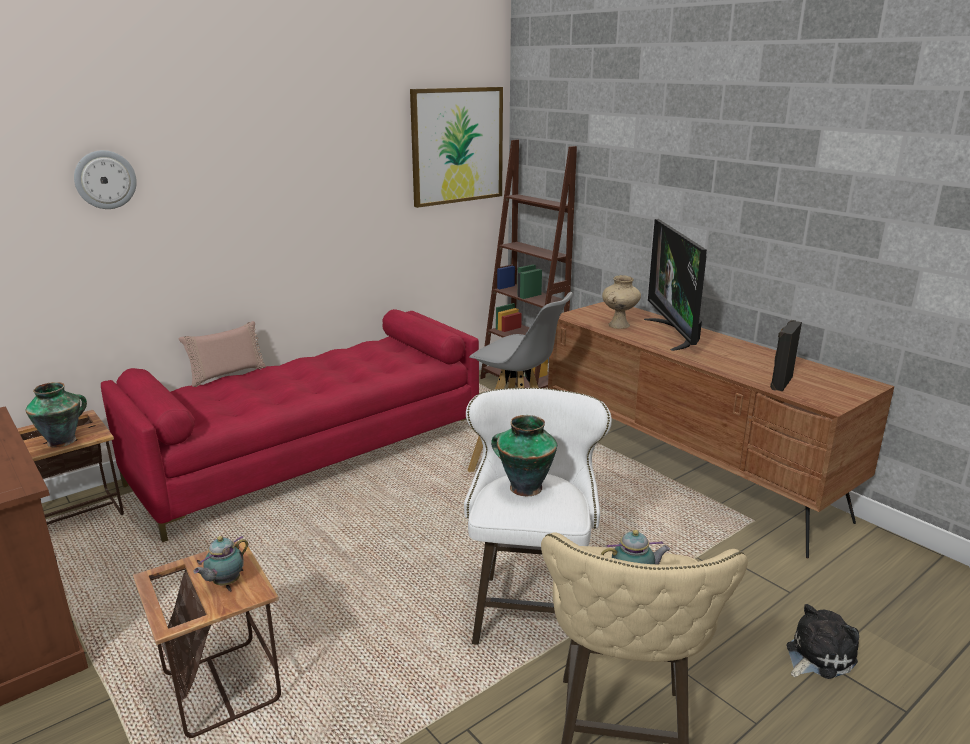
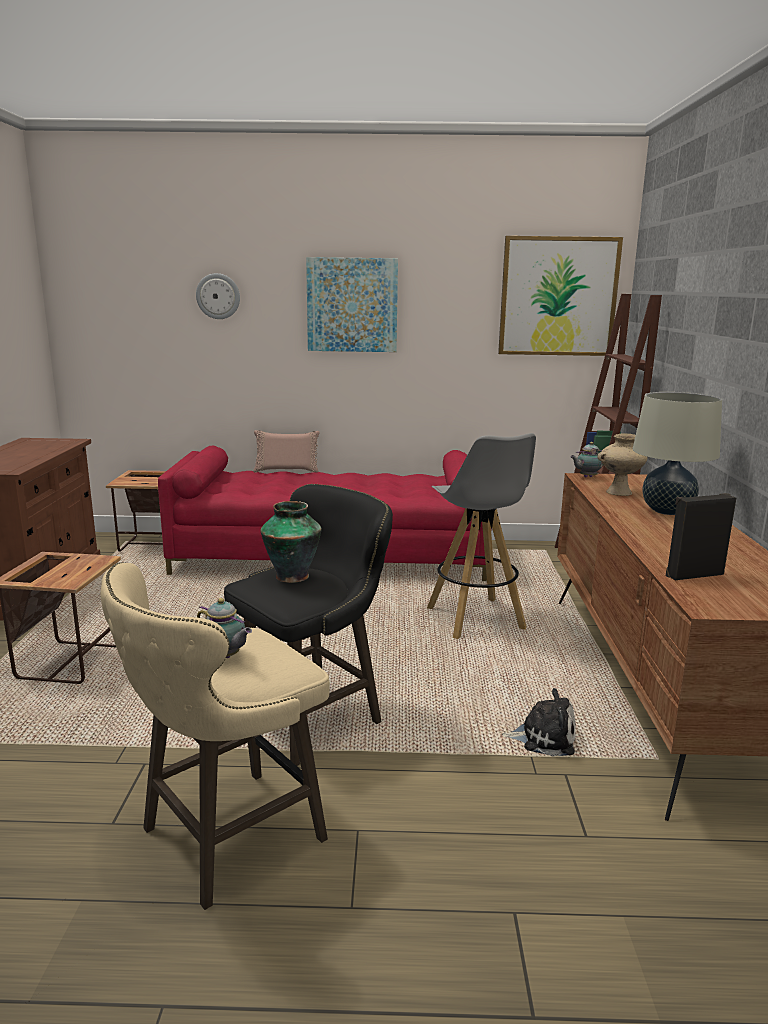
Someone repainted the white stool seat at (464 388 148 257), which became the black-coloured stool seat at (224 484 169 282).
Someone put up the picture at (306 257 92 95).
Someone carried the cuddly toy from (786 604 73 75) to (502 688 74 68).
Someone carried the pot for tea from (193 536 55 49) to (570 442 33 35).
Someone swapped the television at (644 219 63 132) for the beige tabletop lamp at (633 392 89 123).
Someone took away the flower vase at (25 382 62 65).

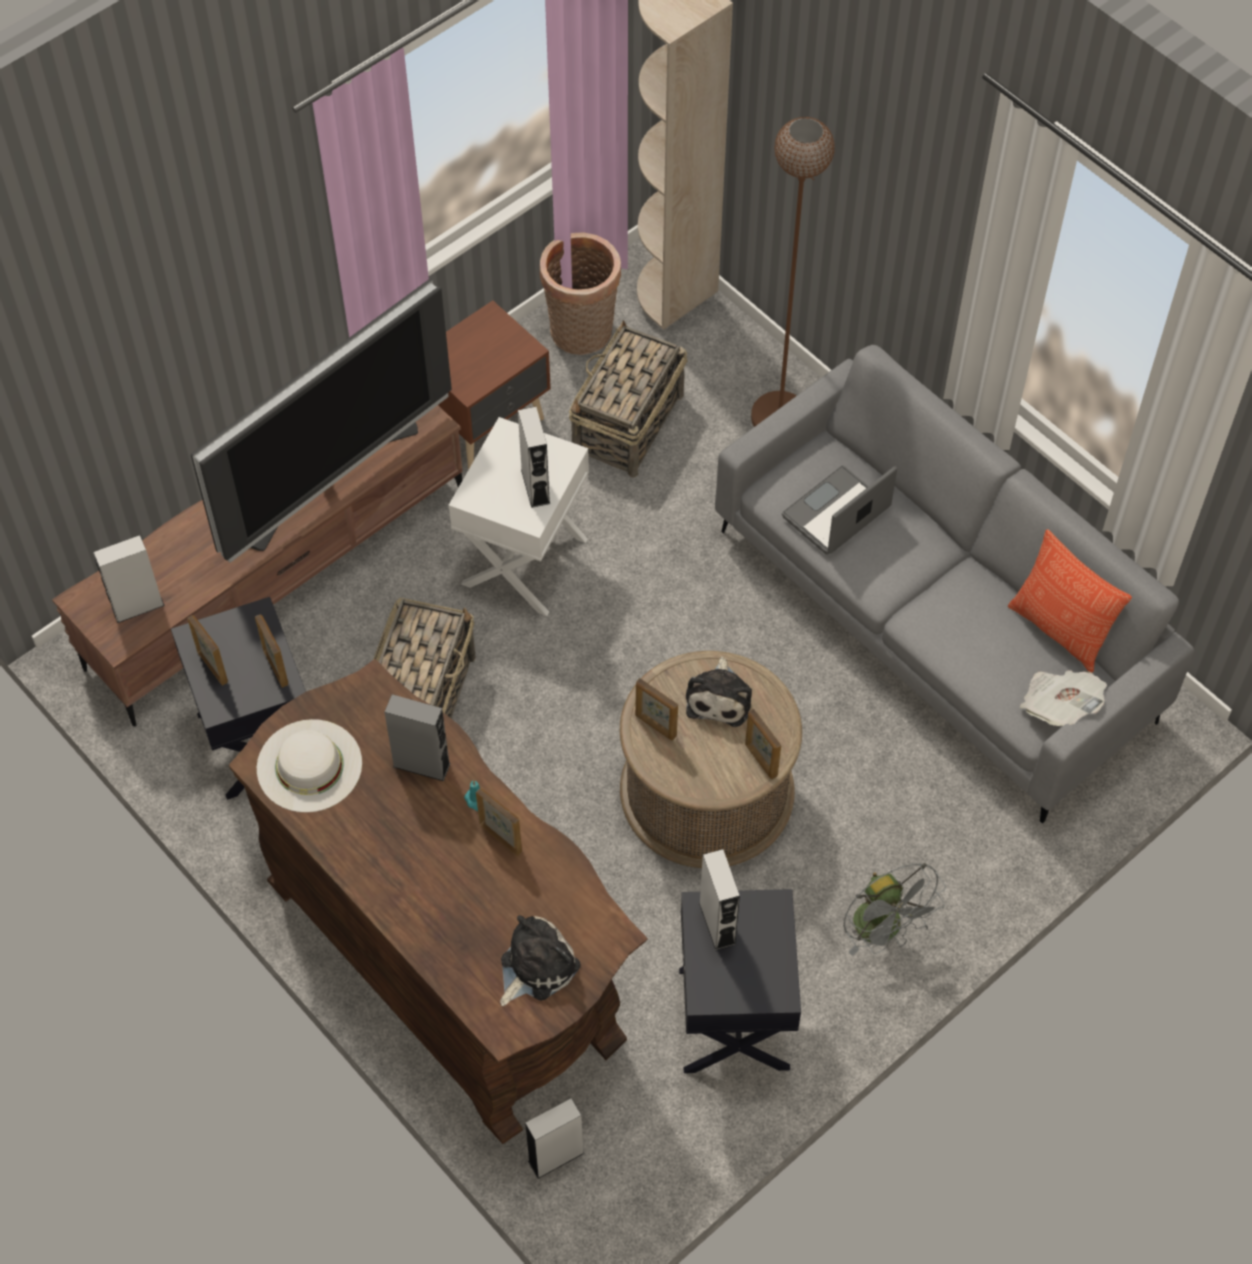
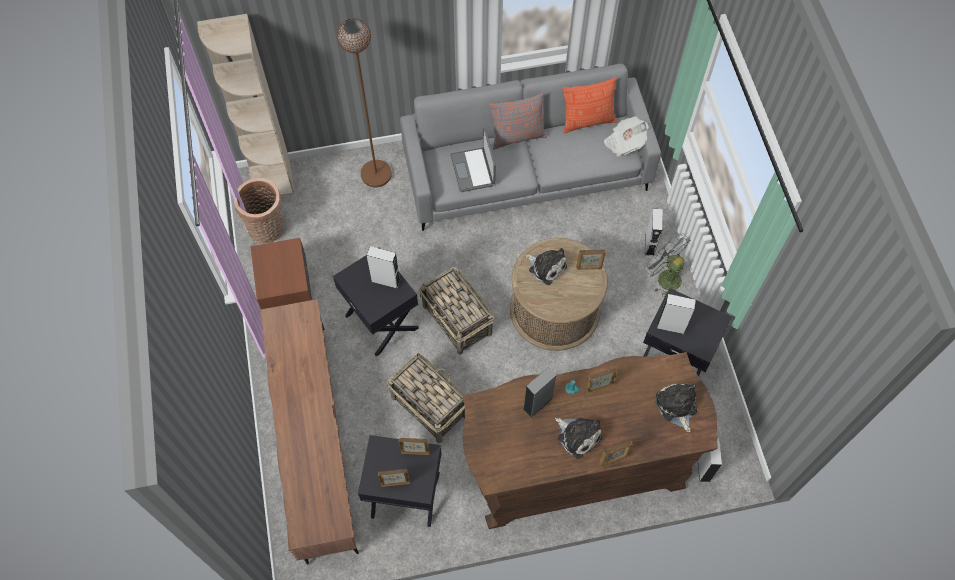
Someone repainted the white end table at (448 417 141 199), which became the black-coloured end table at (333 247 86 109).
Someone carried the basket from (569 320 118 158) to (419 267 75 88).
Someone put down the gray pillow at (489 93 58 57).
Someone put down the cuddly toy at (555 417 47 42).
Someone carried the photo frame from (635 678 43 63) to (599 441 33 26).
Someone rotated the gray cooling fan at (843 863 103 93) by 135 degrees counterclockwise.
Someone carried the gray speaker from (93 535 72 88) to (645 208 18 48).
Someone took away the television at (191 279 261 284).
Someone took away the white hat at (257 719 105 93).

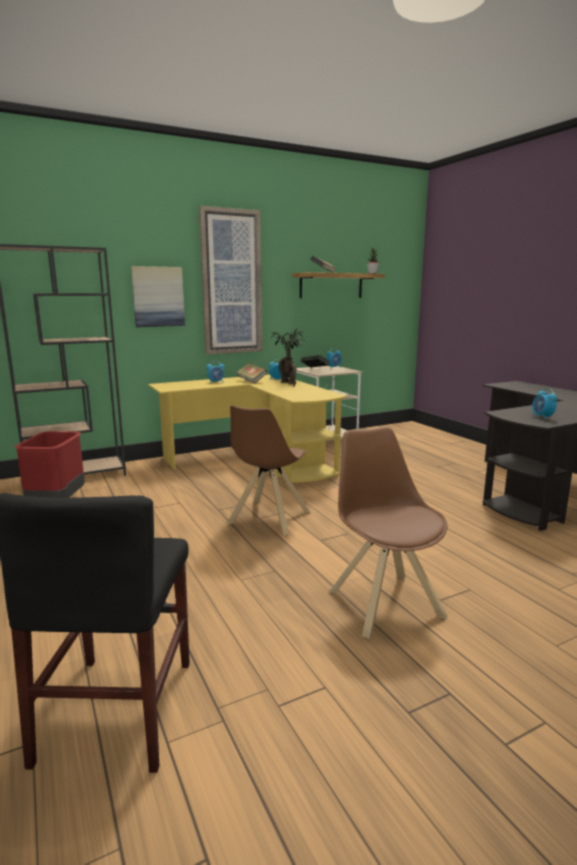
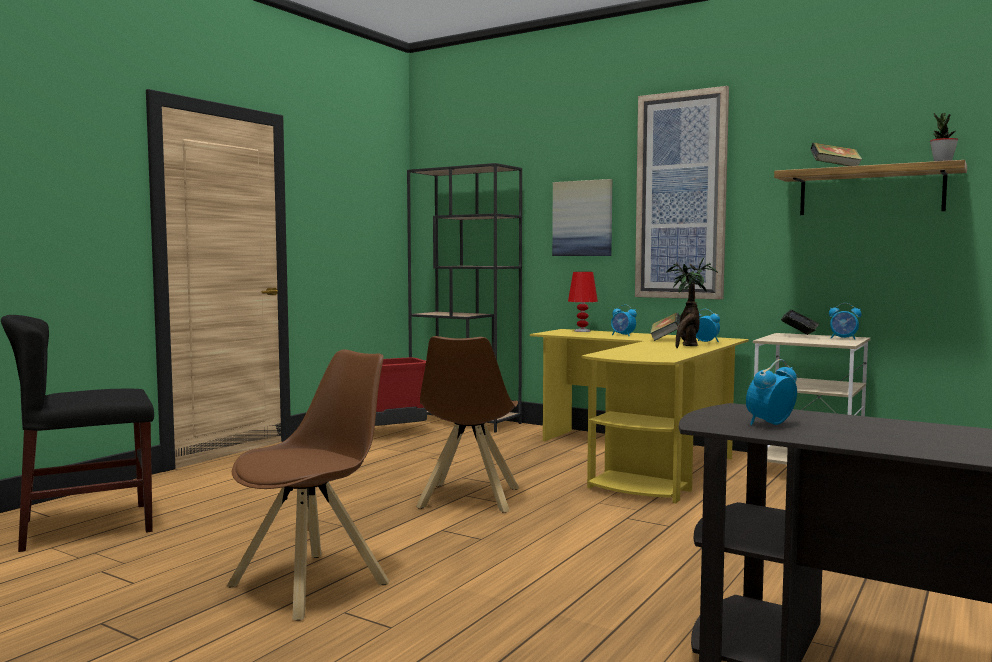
Someone rotated the brownish plain chair at (227 405 84 131) by 75 degrees counterclockwise.
Someone put down the reddish tabletop lamp at (568 272 30 60).

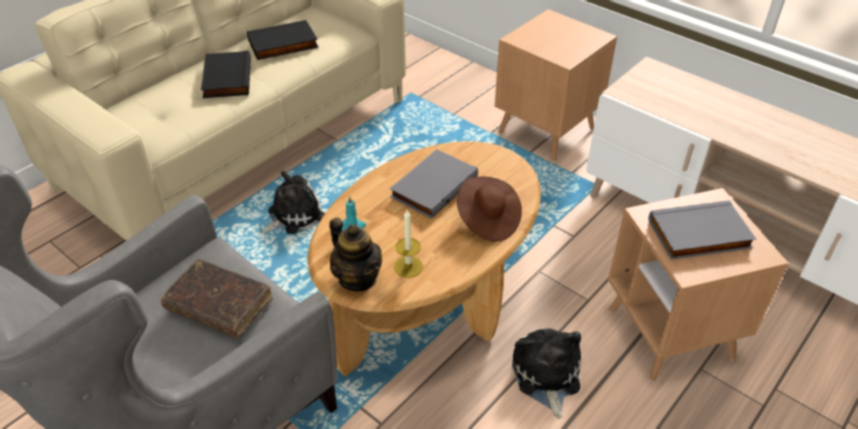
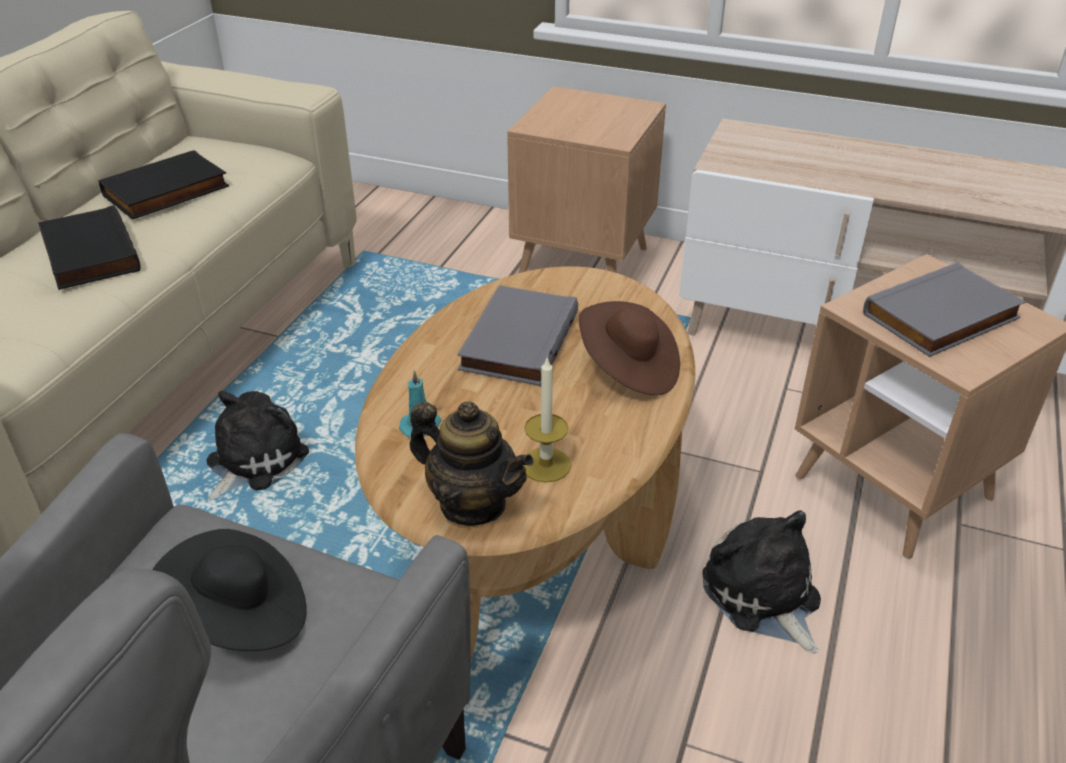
Someone swapped the brownish book at (161 259 112 79) for the black-coloured hat at (153 529 154 122).

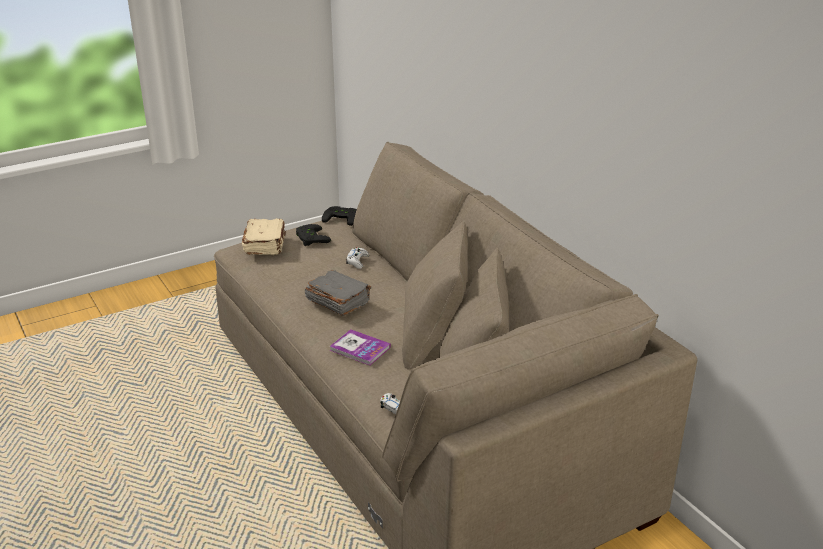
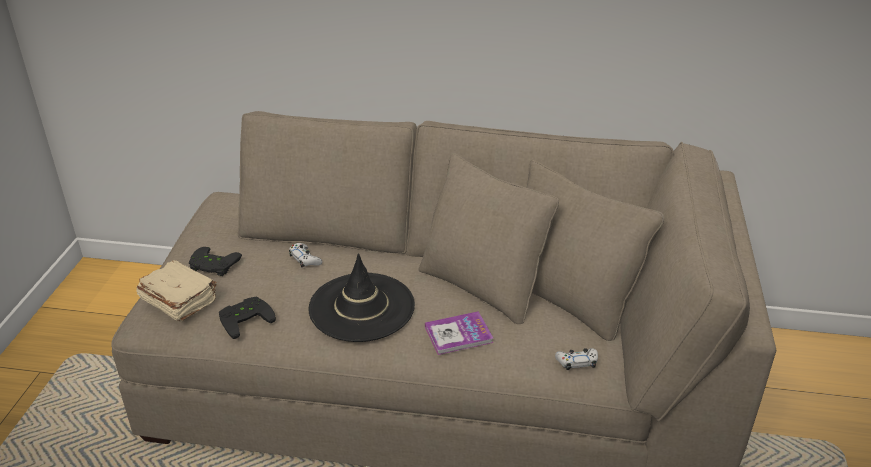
Someone carried the black-coloured joypad from (322 206 35 20) to (219 297 57 42).
Someone swapped the gray book at (305 270 66 46) for the black-coloured hat at (308 253 107 89).

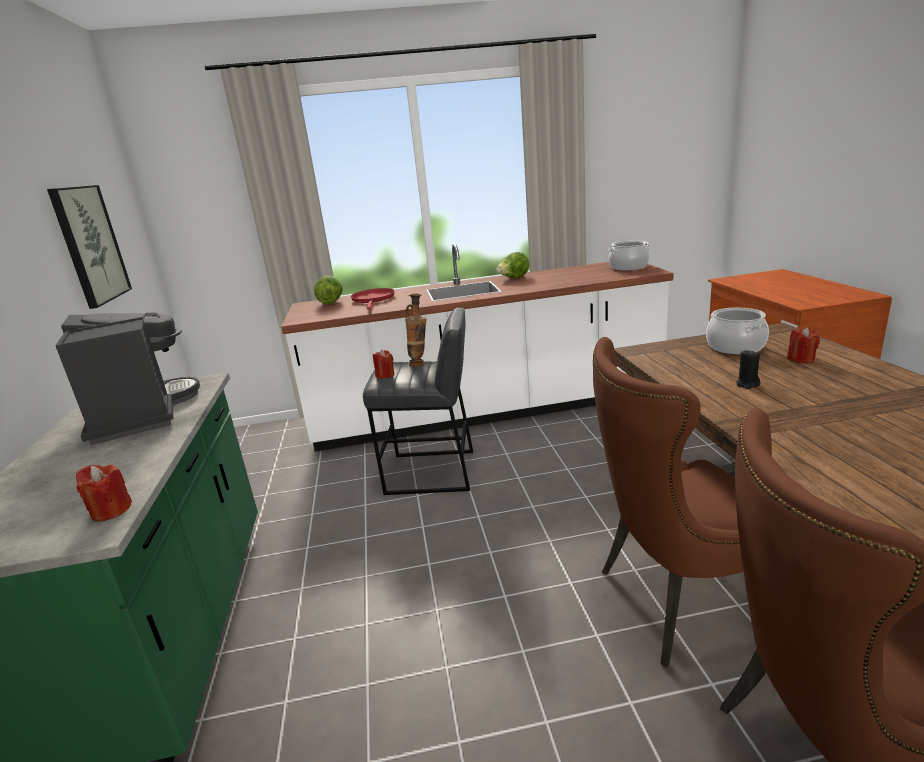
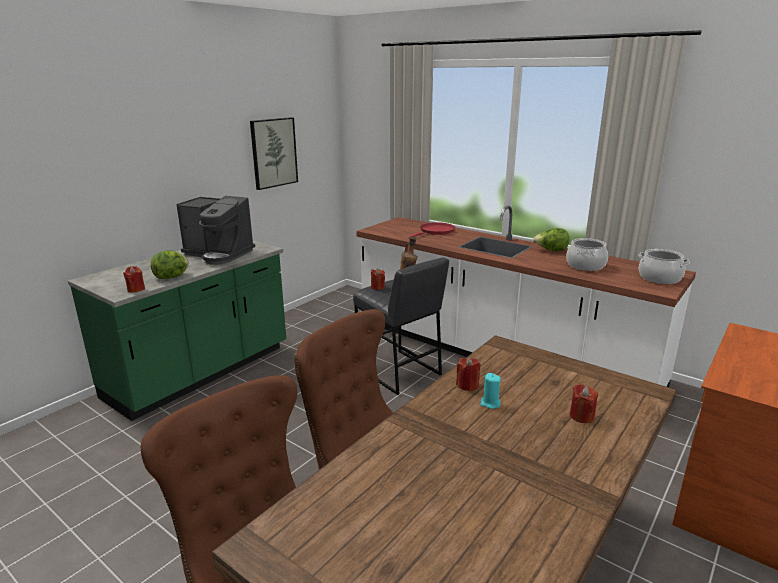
Someone carried the lettuce from (314 275 29 29) to (150 251 39 28).
Someone rotated the coffee machine at (55 313 145 132) by 90 degrees clockwise.
Someone put down the reddish wax candle at (456 357 25 34).
Someone repainted the black-coloured wax candle at (736 349 24 40), which became the blue-green wax candle at (480 373 21 36).
Someone carried the saucepot from (706 308 63 46) to (566 238 42 33).

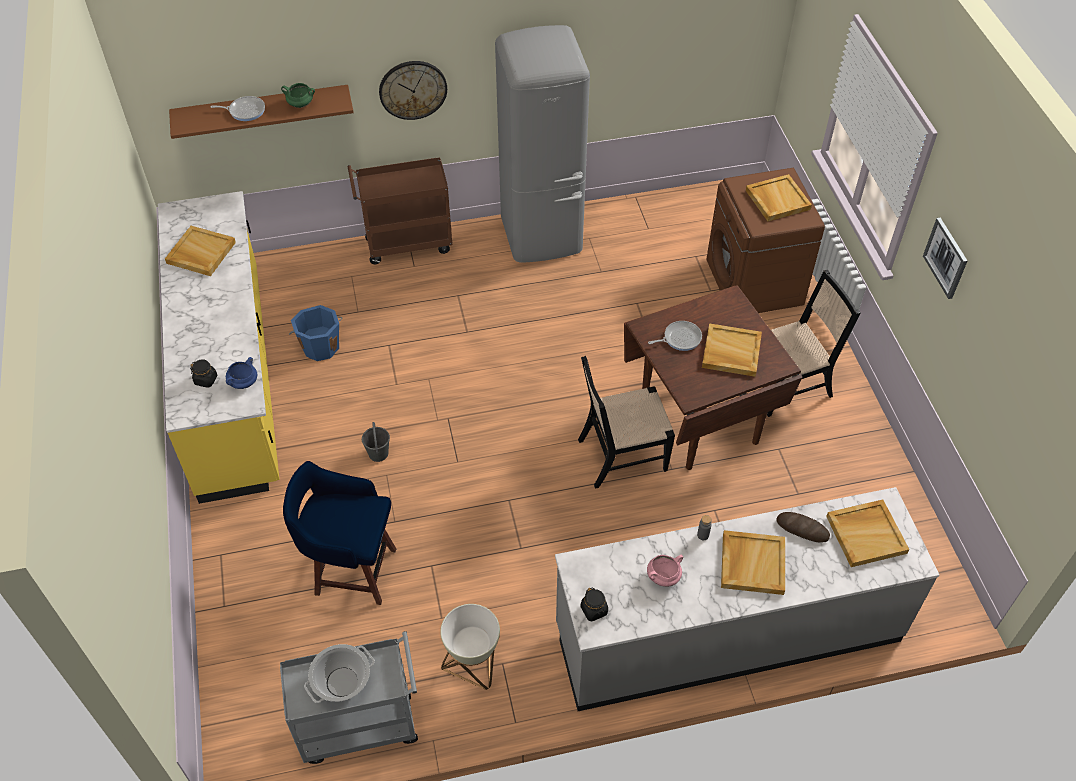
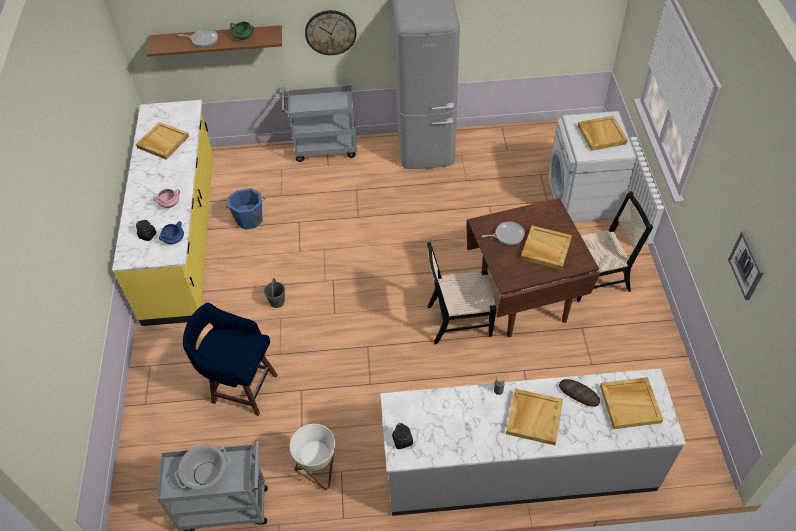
Someone carried the pink saucepot from (647 555 36 32) to (153 189 27 19).
Someone repainted the brownish trolley at (347 157 105 107), which became the gray trolley at (282 86 75 76).
Someone repainted the brownish washing machine at (706 167 119 146), which became the white washing machine at (548 111 88 111).
Someone carried the picture from (923 218 44 81) to (728 231 36 69).

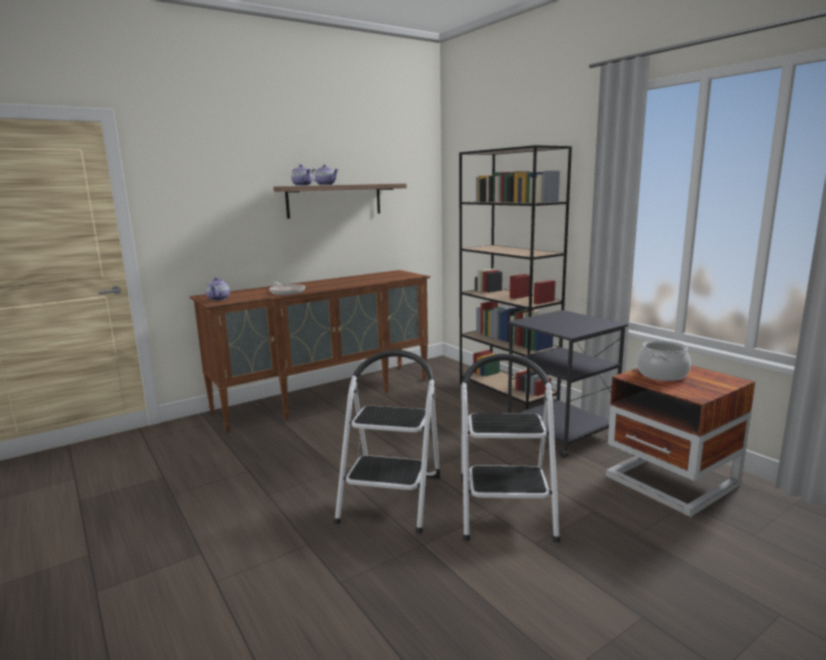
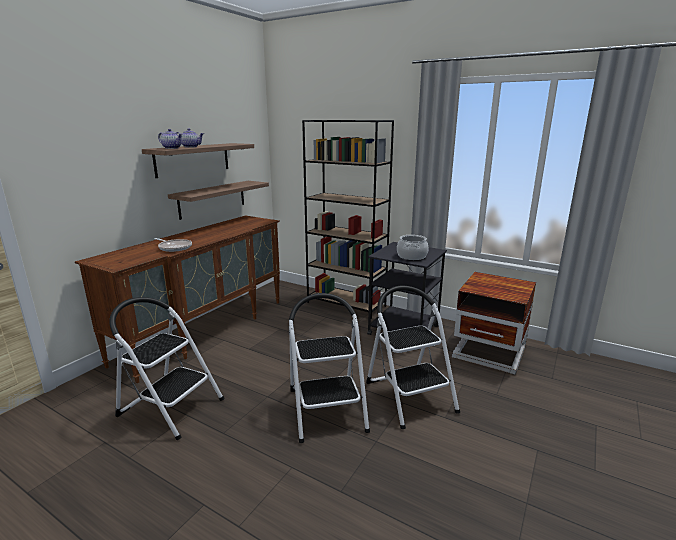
Someone put down the step stool at (109 297 116 143).
Someone put up the shelf at (168 181 101 39).
Someone carried the saucepot from (637 340 54 41) to (397 235 32 25).
Someone took away the pot for tea at (206 277 24 24).

